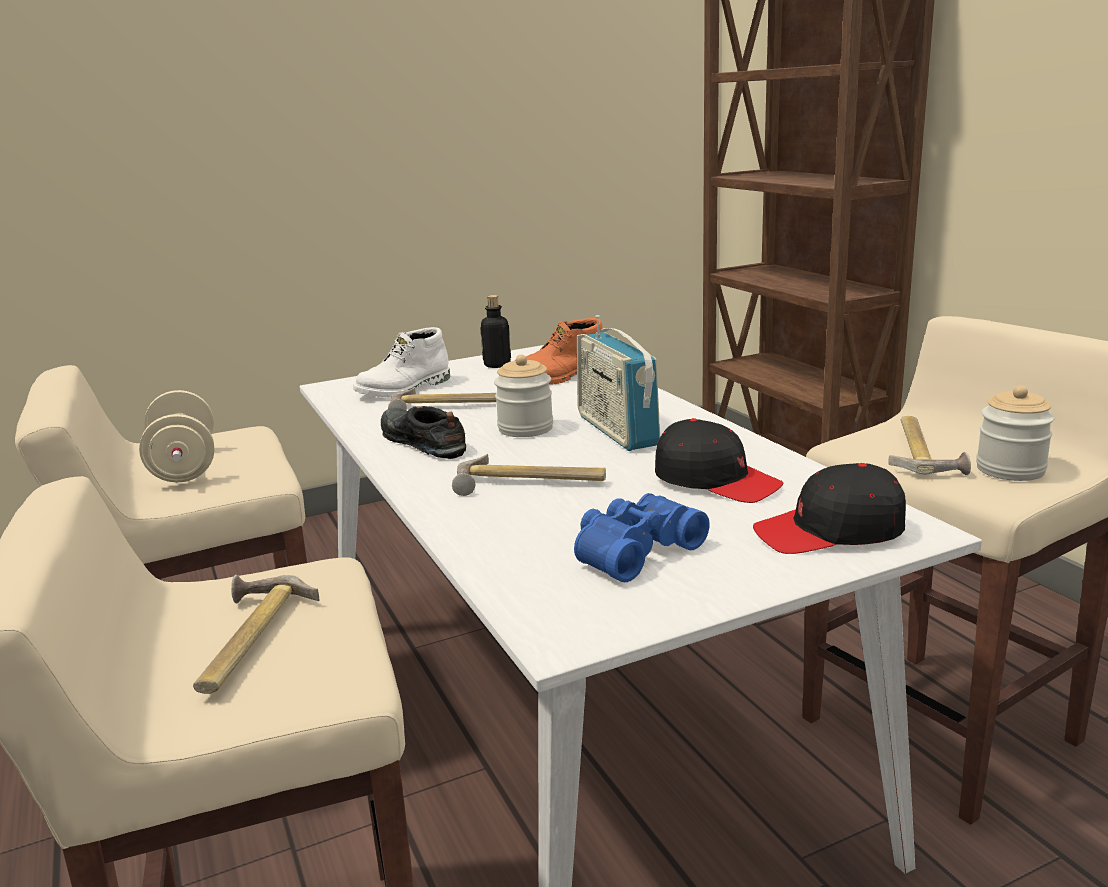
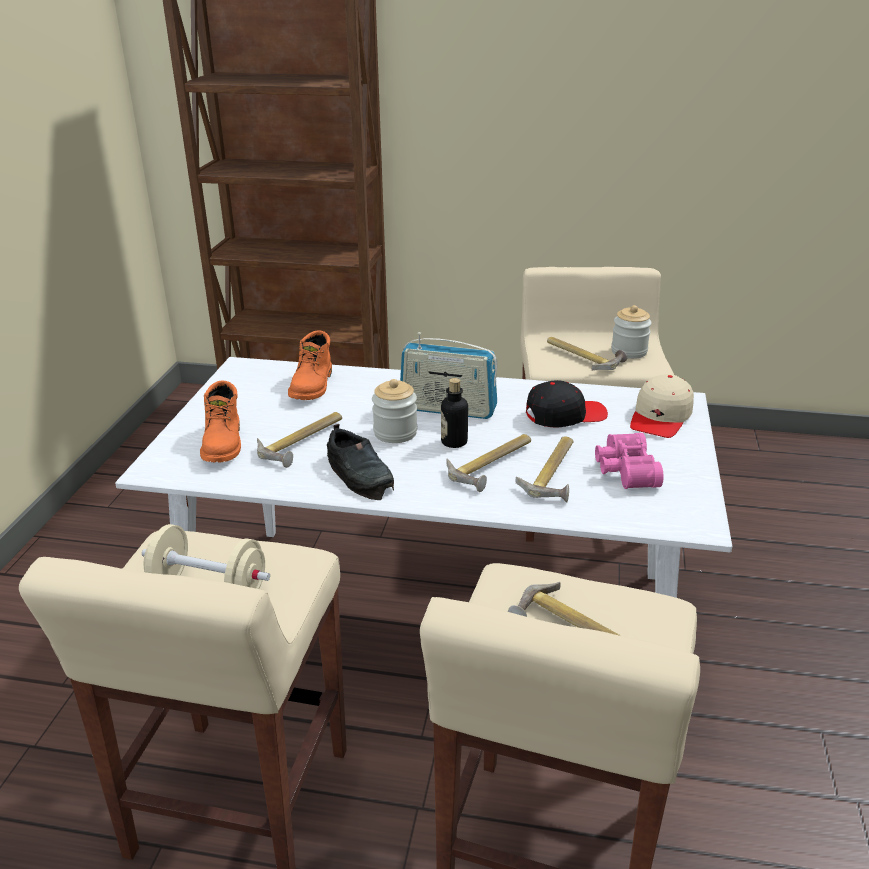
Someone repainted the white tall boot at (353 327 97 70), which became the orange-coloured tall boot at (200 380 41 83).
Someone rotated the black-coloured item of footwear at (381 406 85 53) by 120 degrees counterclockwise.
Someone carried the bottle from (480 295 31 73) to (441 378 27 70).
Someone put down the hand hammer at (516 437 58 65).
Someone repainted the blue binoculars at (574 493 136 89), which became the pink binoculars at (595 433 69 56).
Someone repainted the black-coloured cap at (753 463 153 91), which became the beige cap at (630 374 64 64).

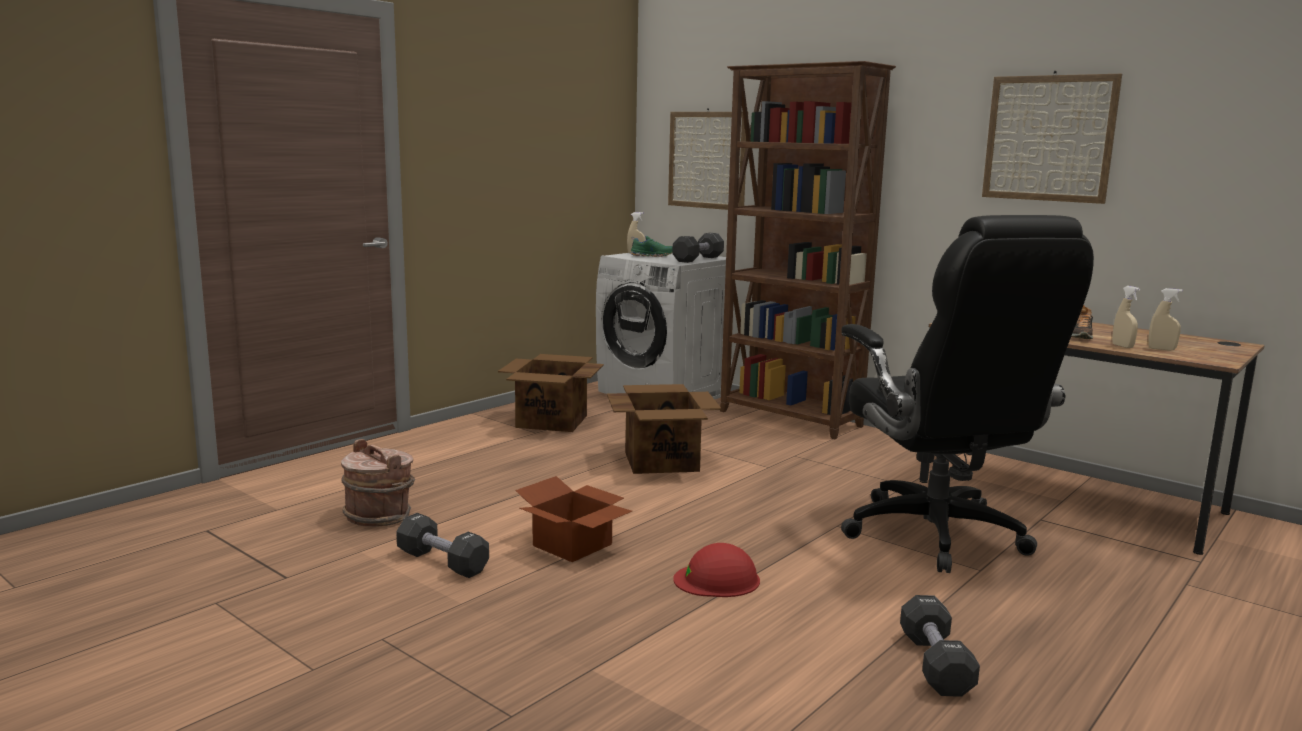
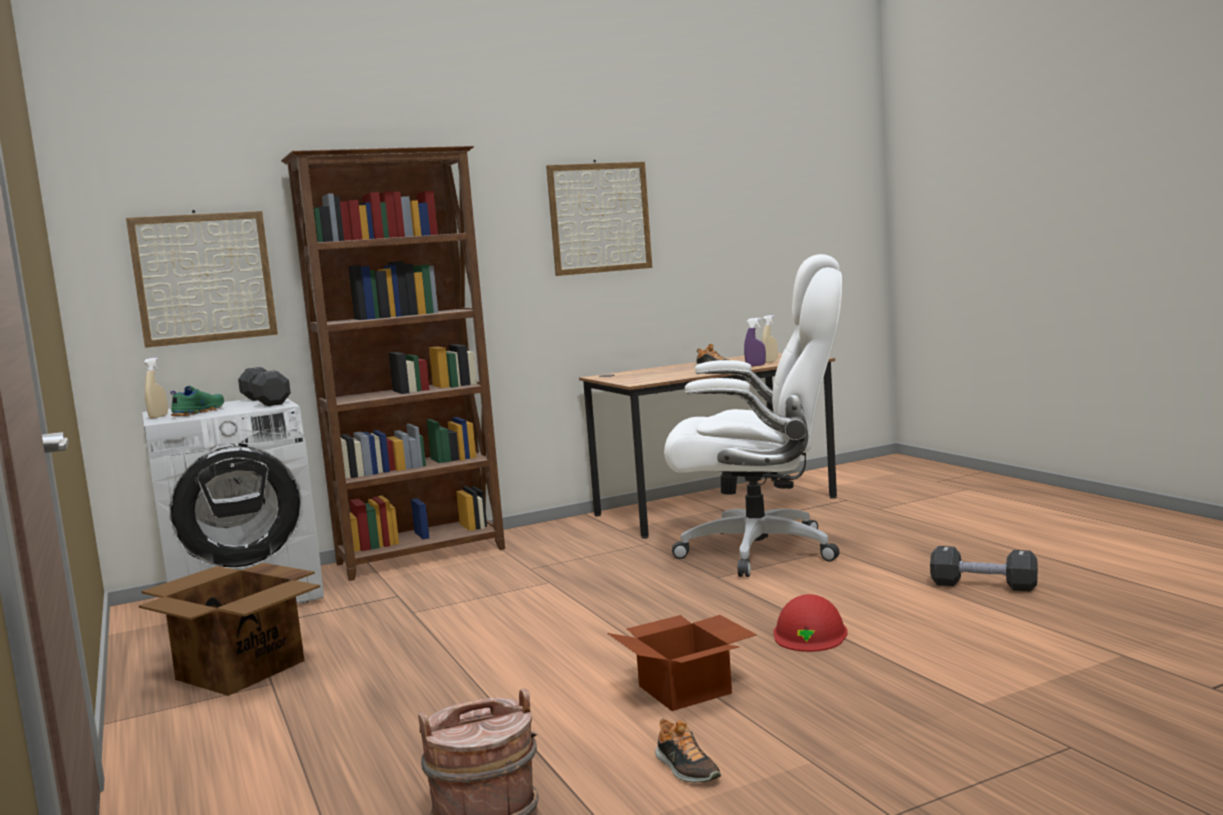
Someone swapped the black-coloured dumbbell at (396 513 93 65) for the item of footwear at (655 718 66 65).
Someone repainted the black-coloured desk chair at (841 215 253 358), which became the white desk chair at (664 254 178 323).
Someone repainted the beige sprayer at (1112 286 28 62), which became the purple-coloured sprayer at (744 318 22 48).
Someone took away the carton at (607 384 115 90).

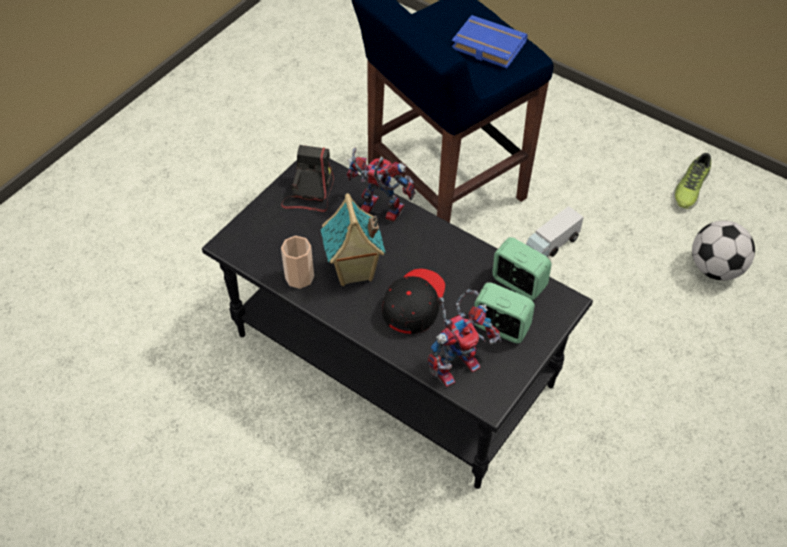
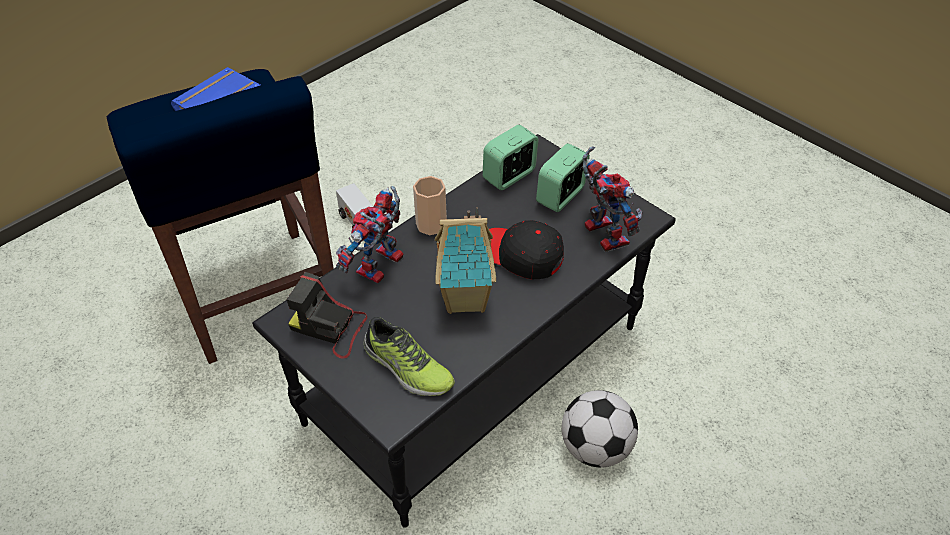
Someone carried the item of footwear from (673 153 38 56) to (364 317 91 79).
Someone carried the small cup from (281 236 33 53) to (413 176 34 59).
Someone carried the football from (692 220 63 60) to (562 390 76 77).

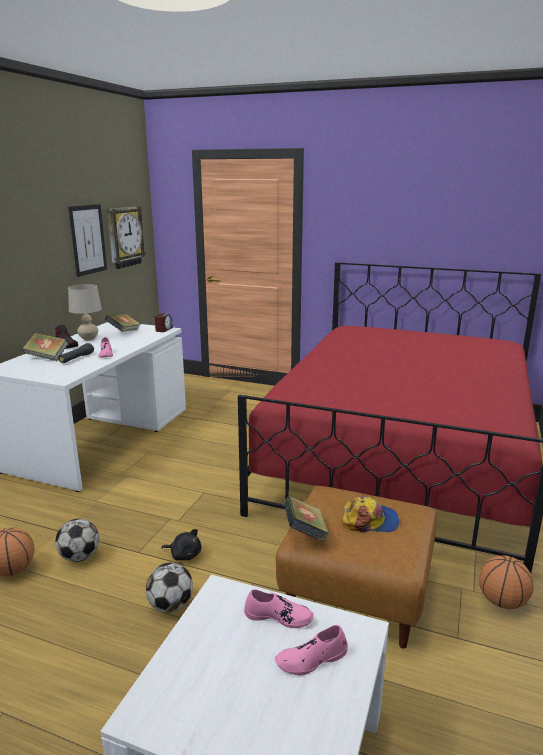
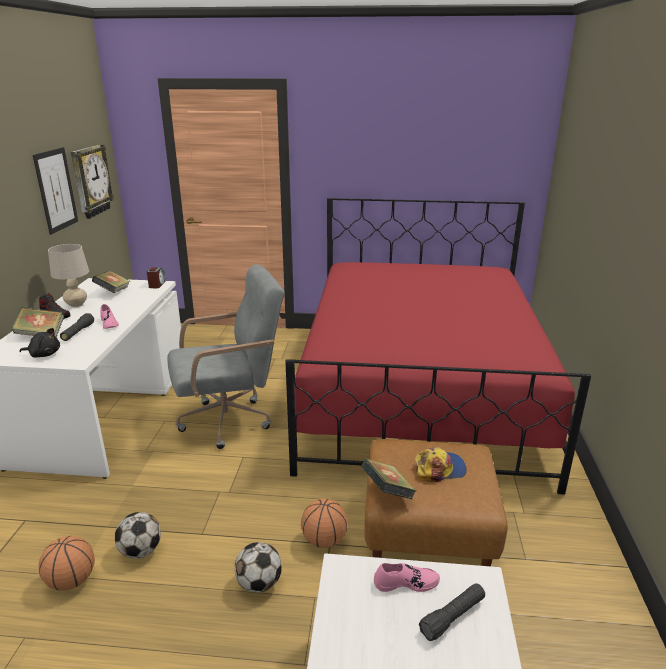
Someone carried the black-coloured cuddly toy from (161 529 41 32) to (20 328 40 30).
Someone put down the gray desk chair at (167 265 118 184).
Someone carried the basketball from (479 555 55 54) to (301 499 47 49).
Someone swapped the pink item of footwear at (275 625 73 50) for the black-coloured hand torch at (419 583 66 58).

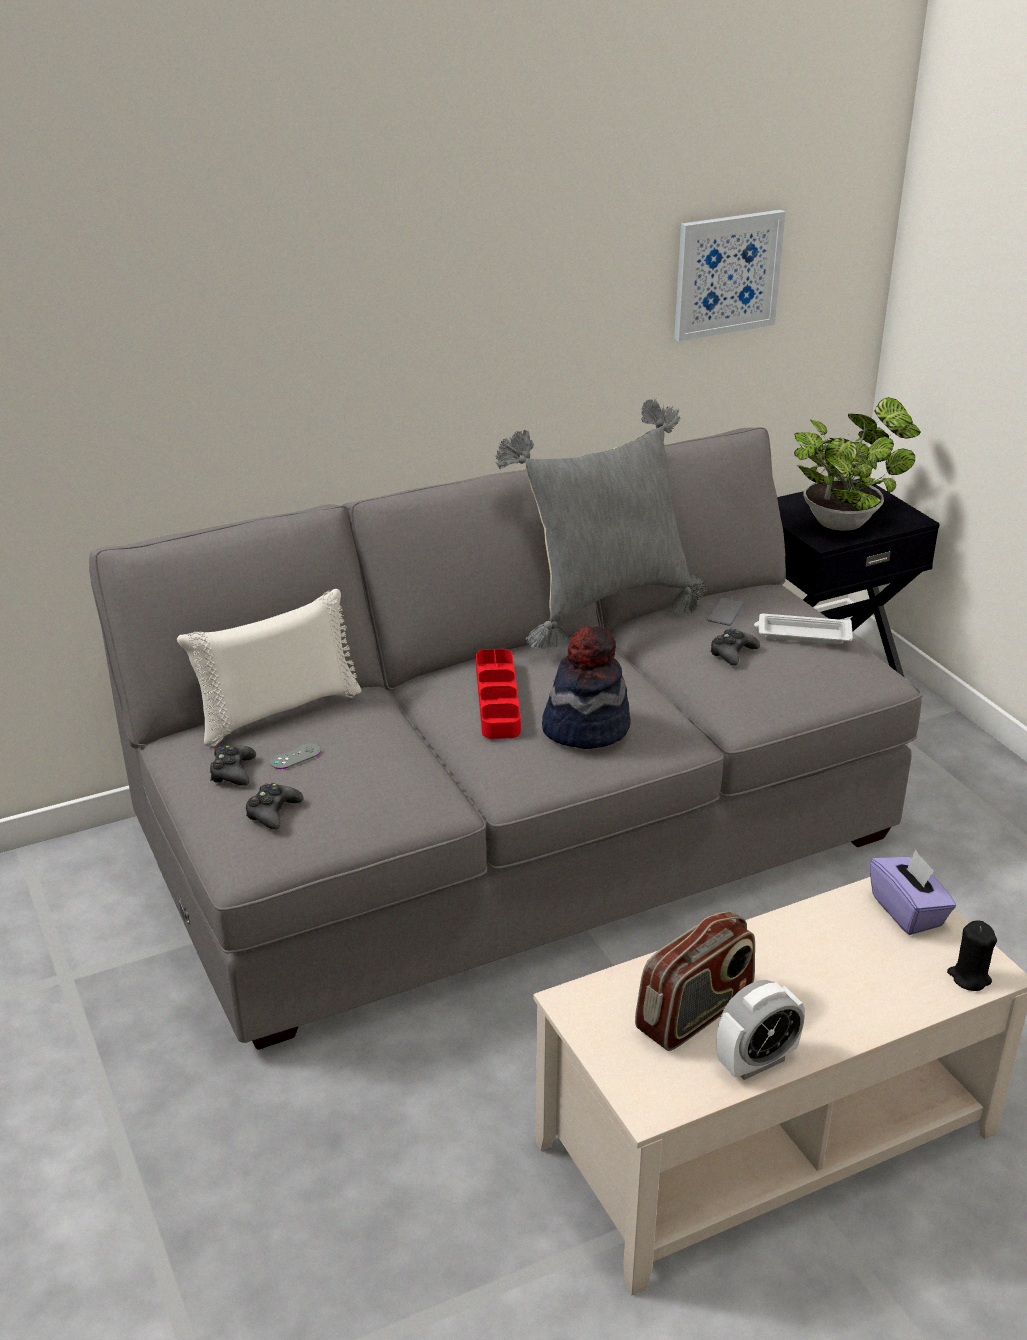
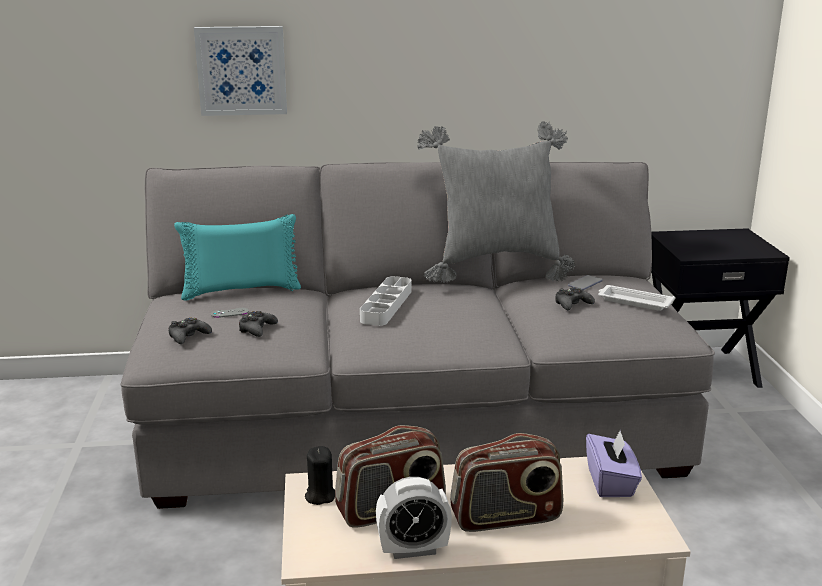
Someone repainted the white pillow at (177 589 184 157), which became the blue-green pillow at (174 214 127 87).
Someone carried the picture from (674 210 112 132) to (194 26 93 90).
Someone carried the black-coloured joypad from (210 745 46 41) to (239 311 39 26).
Someone carried the black-coloured wax candle from (947 921 50 70) to (305 446 30 59).
Someone repainted the reddish carrying tray at (476 649 45 90), which became the gray carrying tray at (360 276 51 50).
Someone put down the radio set at (450 433 113 99).
Someone took away the hat at (542 626 89 123).
Someone took away the houseplant at (794 397 127 134).

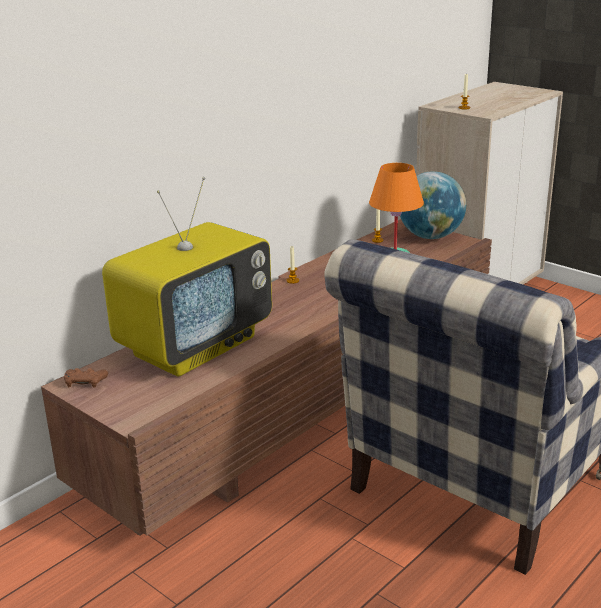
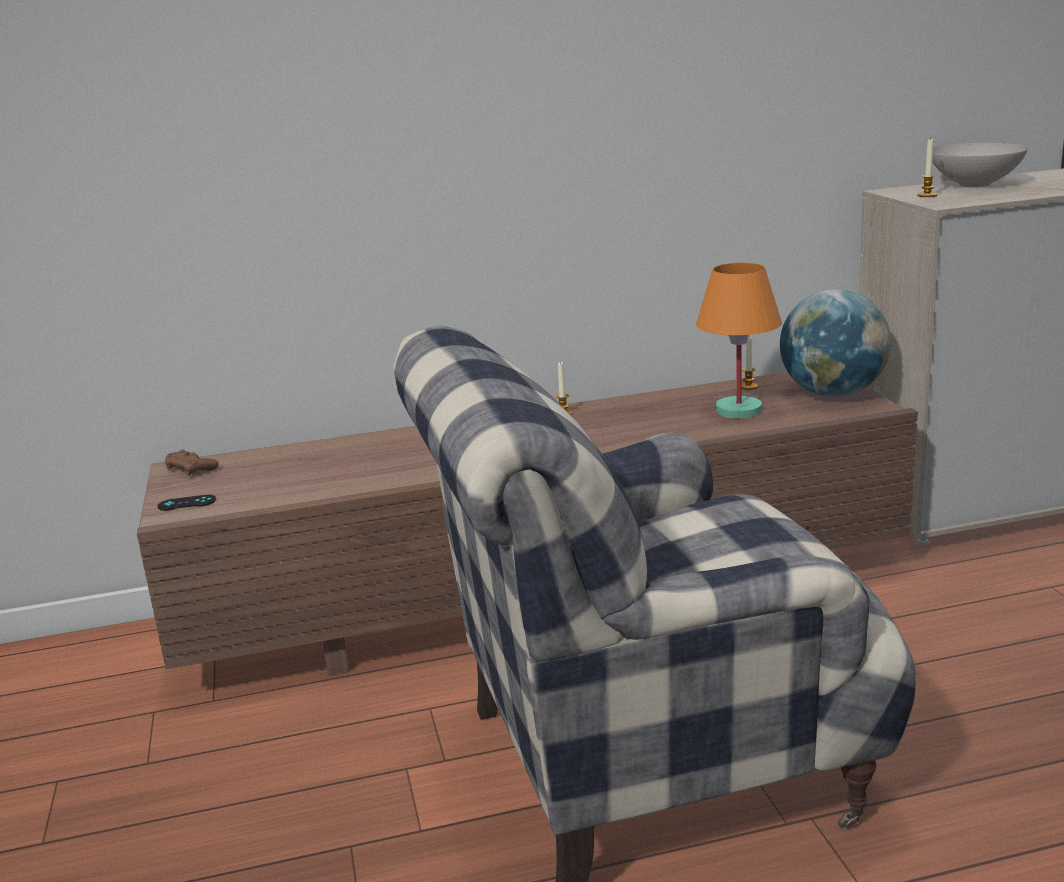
Someone put down the black-coloured joypad at (157 495 59 16).
Someone put down the white serving bowl at (933 143 95 44).
Someone took away the television at (102 177 170 200).

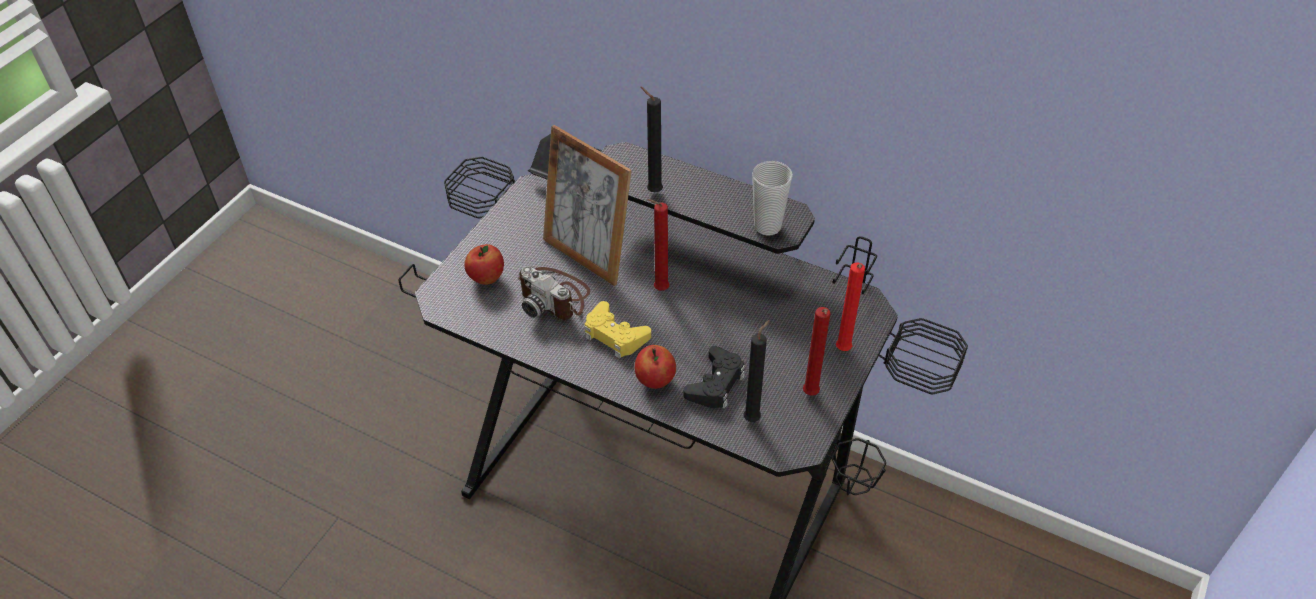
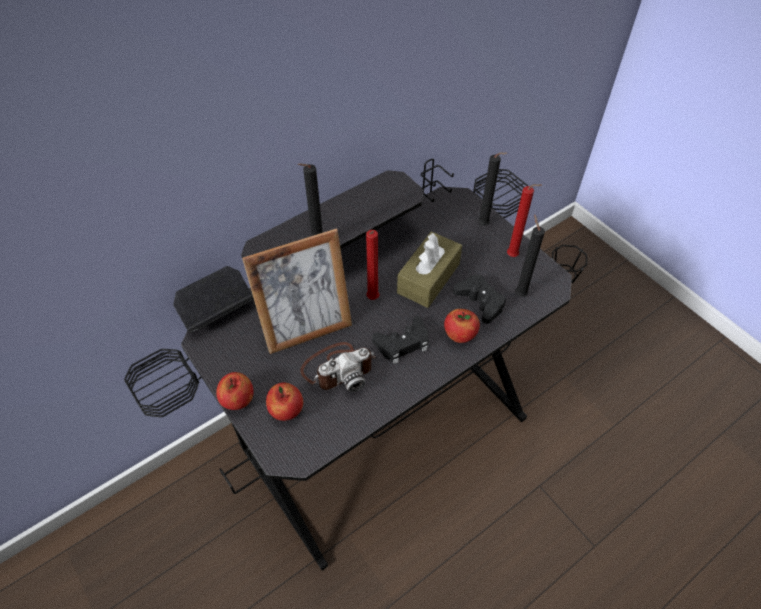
Someone put down the whole apple at (216 372 38 38).
Someone repainted the yellow-coloured joypad at (585 301 66 58), which became the black-coloured joypad at (372 316 57 48).
Someone put down the brownish box of tissues at (397 232 65 76).
Someone repainted the reddish wax candle at (836 263 29 88), which became the black-coloured wax candle at (478 152 29 73).
Someone took away the small cup at (752 161 41 75).

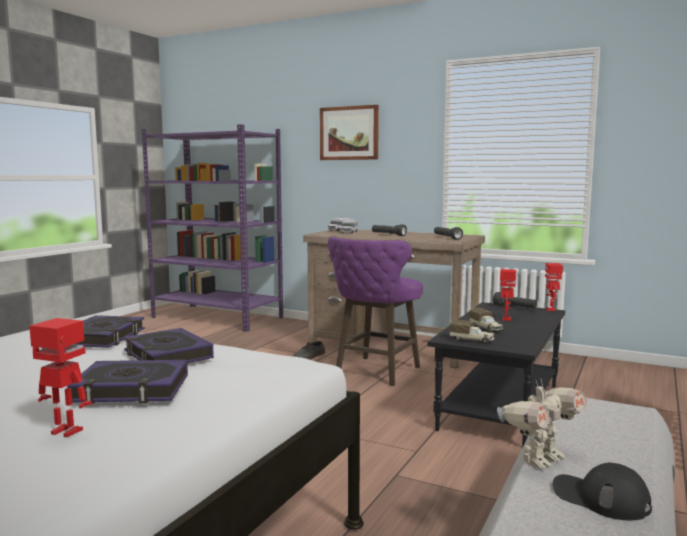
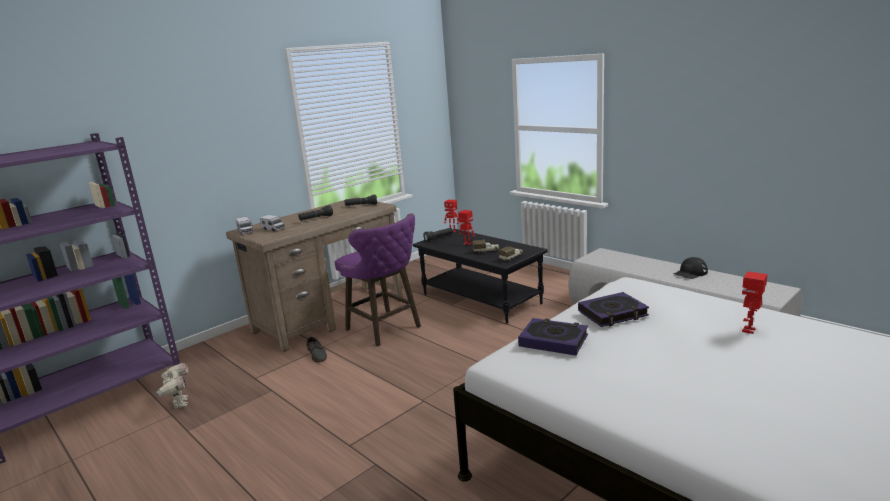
Someone carried the toy robot from (497 379 90 90) to (156 363 32 45).
Someone took away the book at (67 360 121 44).
Someone took away the picture at (320 105 59 55).

